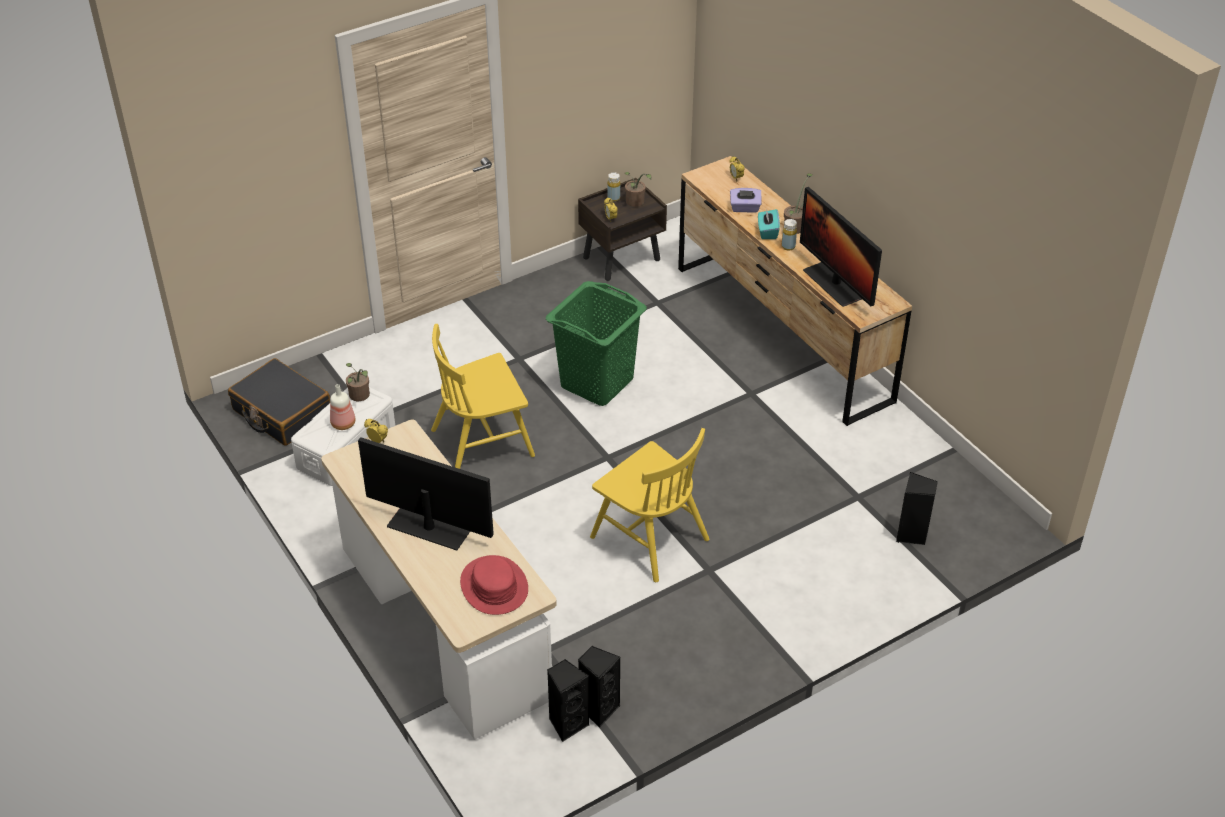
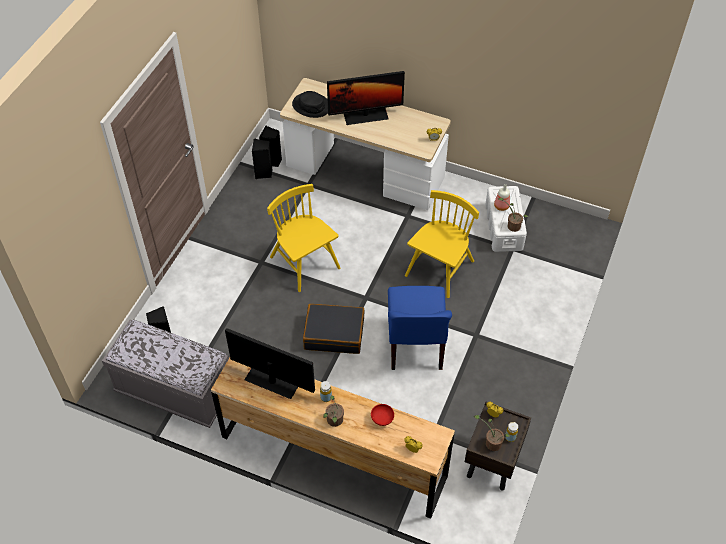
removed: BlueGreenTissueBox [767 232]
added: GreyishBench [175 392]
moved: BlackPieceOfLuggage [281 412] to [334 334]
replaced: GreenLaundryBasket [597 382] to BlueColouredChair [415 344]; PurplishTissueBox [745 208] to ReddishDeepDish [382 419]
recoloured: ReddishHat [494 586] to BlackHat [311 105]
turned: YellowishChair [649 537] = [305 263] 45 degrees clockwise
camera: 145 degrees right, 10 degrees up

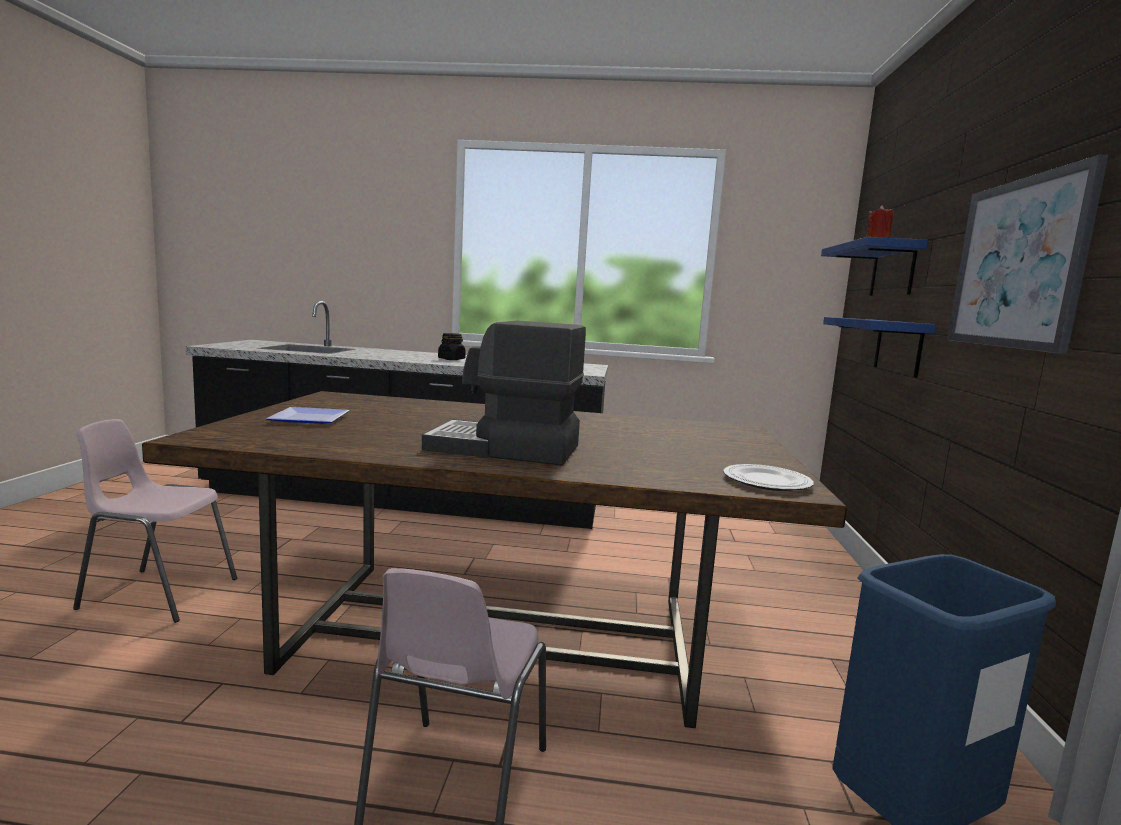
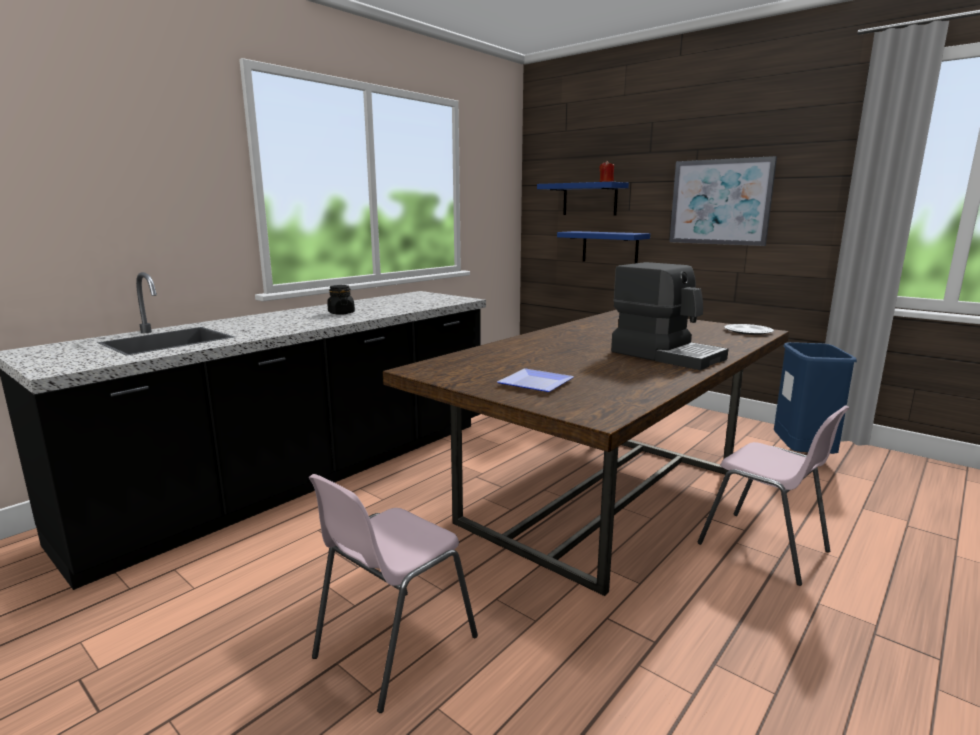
turned: CoffeeMaker [504 449] = [666 355] 90 degrees counterclockwise
camera: 55 degrees left, 5 degrees up

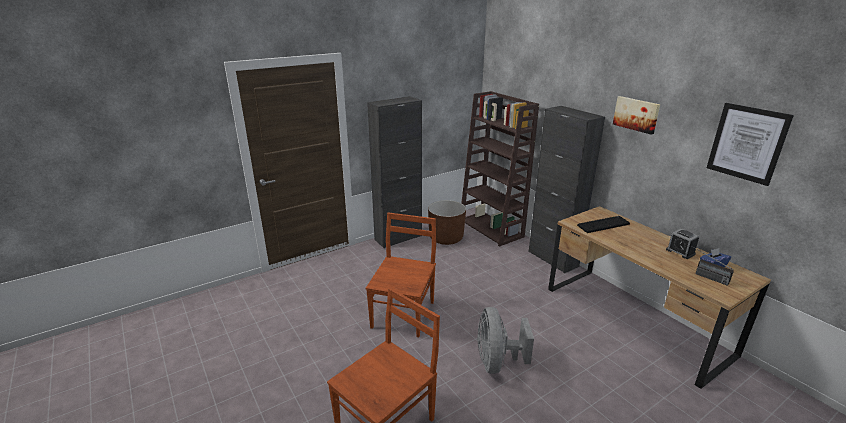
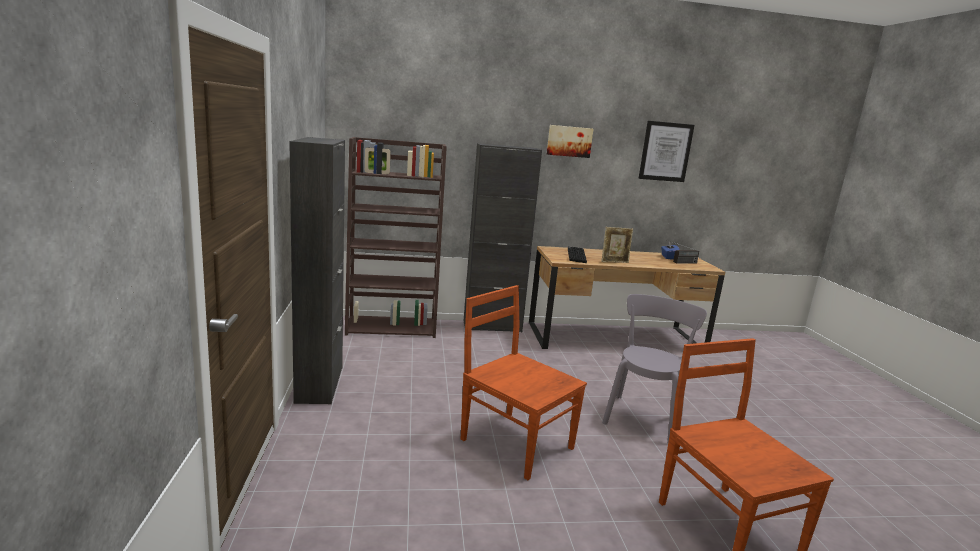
removed: BrownPlantPot [446 238]; BedsideClock [680 252]
added: PhotoFrame [614 262]
replaced: GreyishCoolingFan [497 362] to GreyishChair [643 417]
camera: 65 degrees left, 10 degrees down

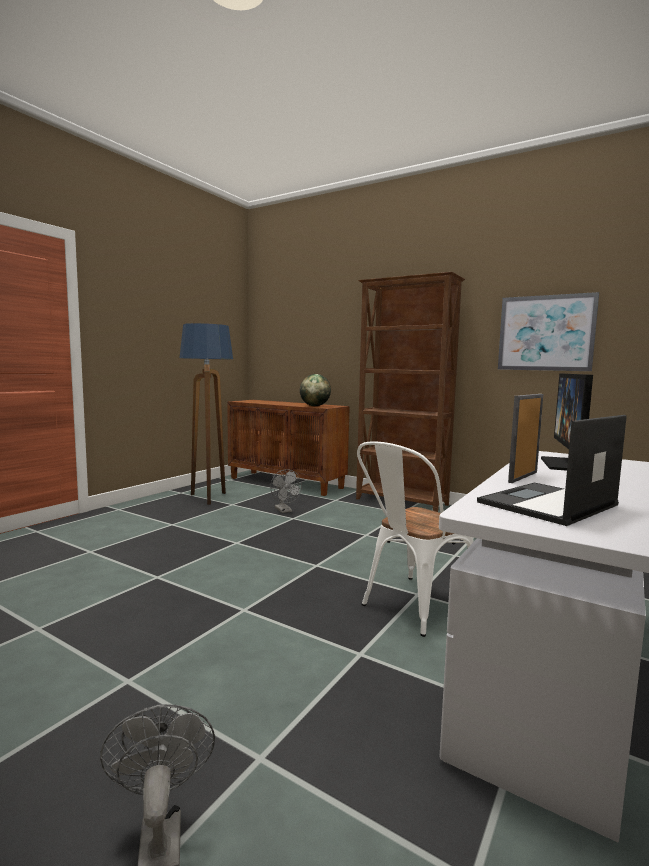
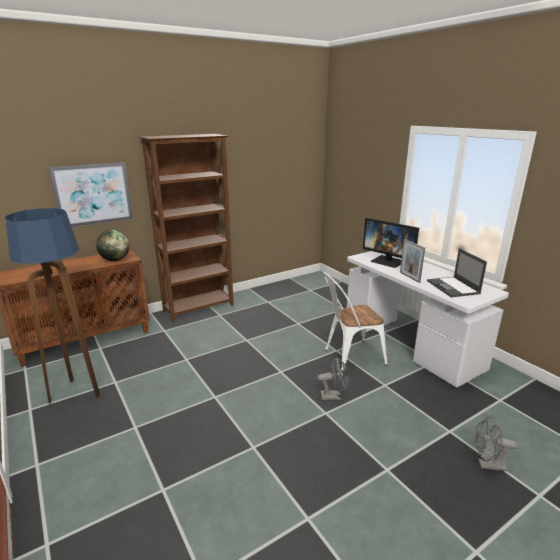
moved: GreyishCoolingFan [285 511] to [334 396]; WallArt [545 333] to [93 194]
turned: WhitishChair [412 607] = [349 357] 90 degrees clockwise
camera: 65 degrees left, 15 degrees up

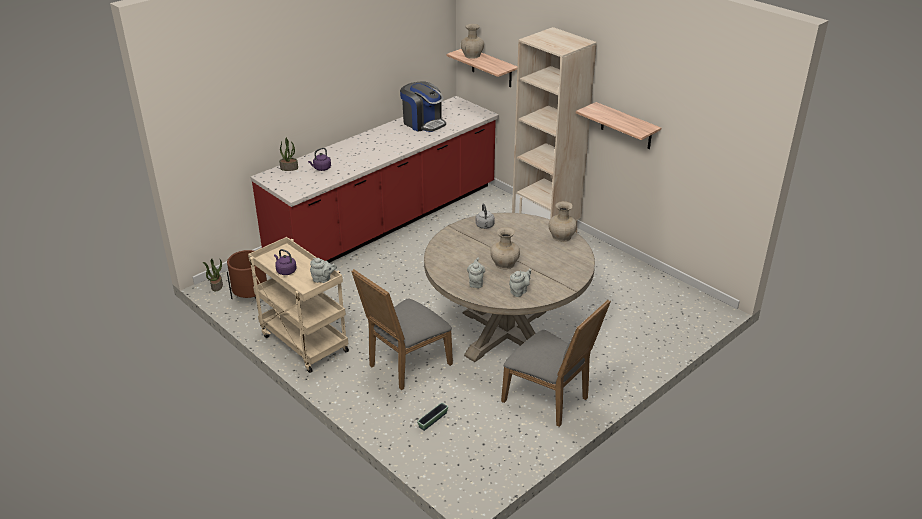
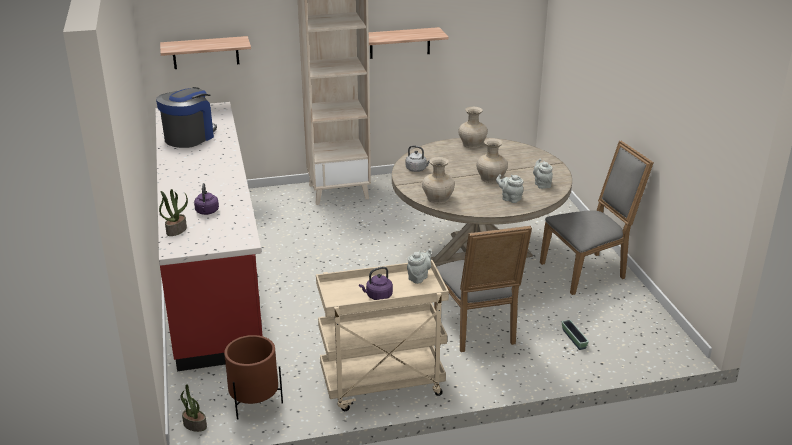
moved: SandColouredFlowerVase [472 55] to [438 199]
turned: CoffeeMaker [423 123] = [189 137] 45 degrees counterclockwise
camera: 60 degrees left, 5 degrees down

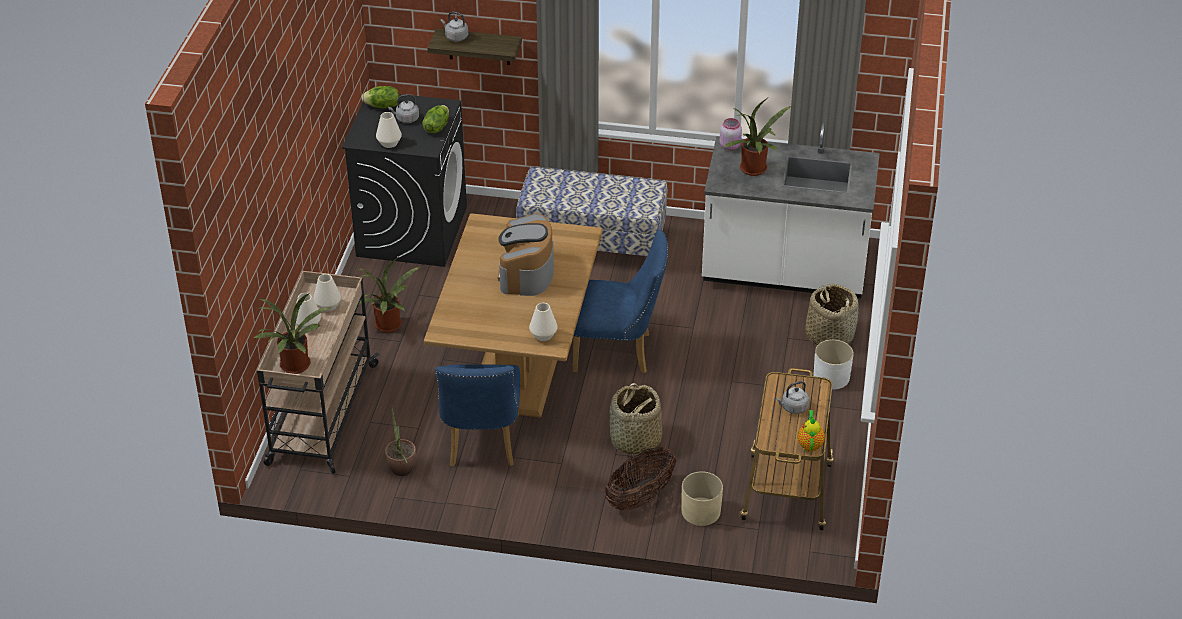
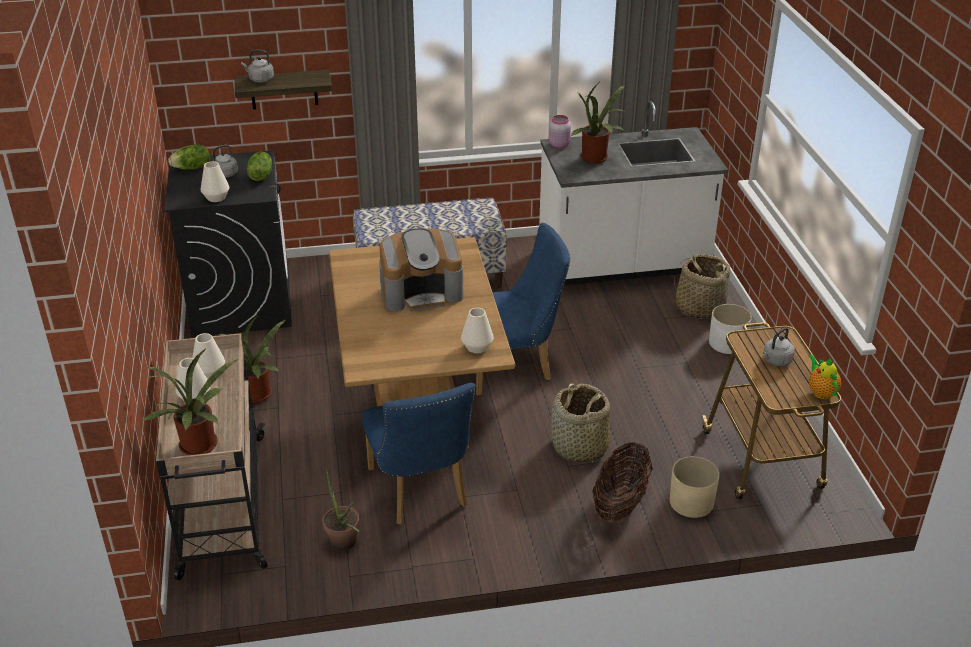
turned: CoffeeMaker [526 273] = [422 292] 90 degrees counterclockwise
camera: 20 degrees left, 5 degrees down

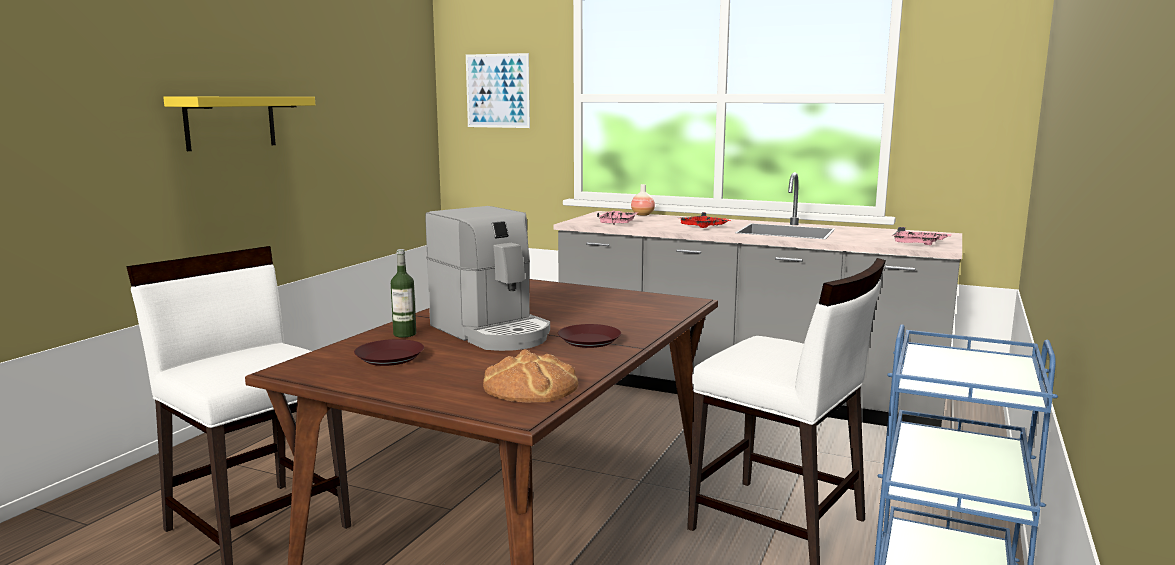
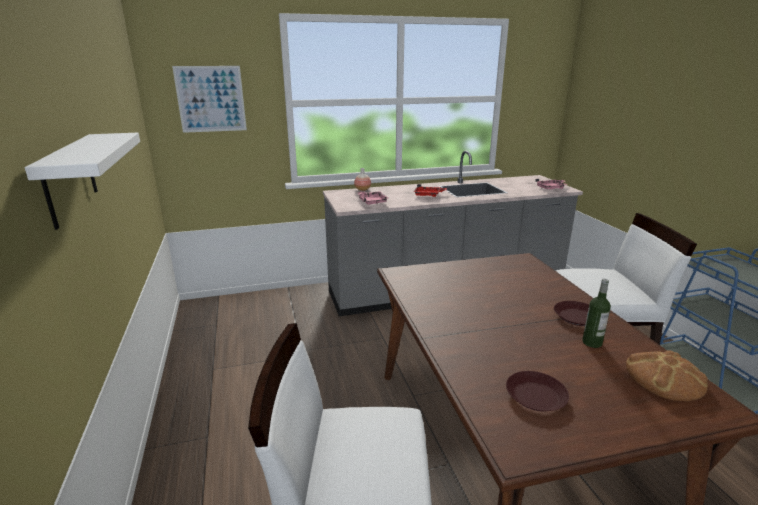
removed: CoffeeMaker [492 332]
moved: BeverageBottle [404 334] to [592 342]
recoloured: YellowishBracketShelf [230 122] to WhitishBracketShelf [70 178]
camera: 40 degrees left, 10 degrees up

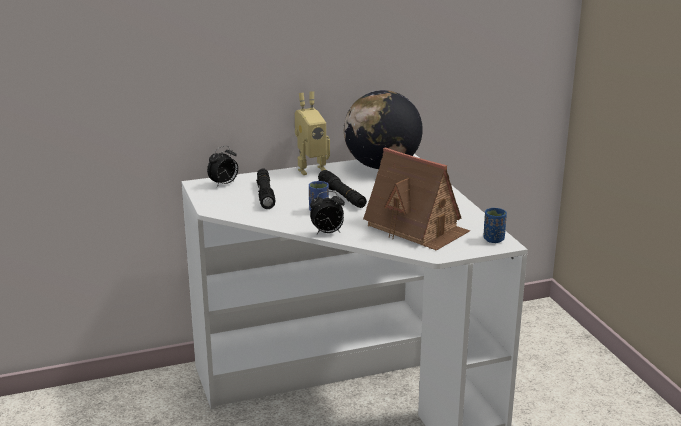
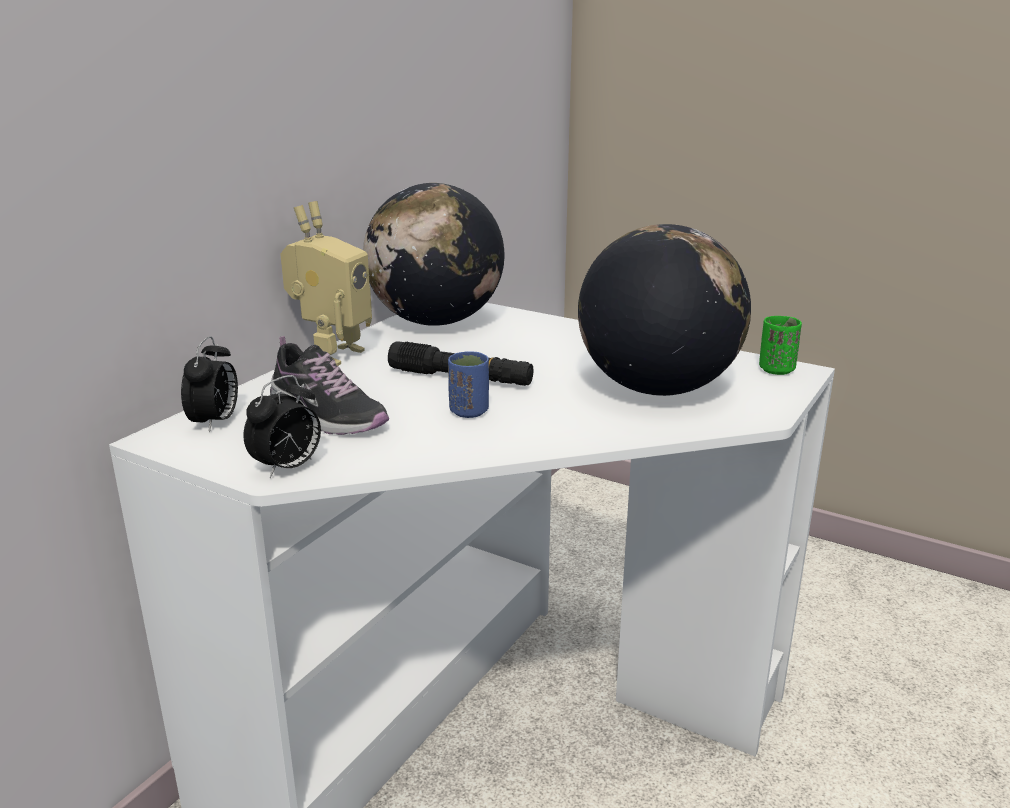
moved: BedsideClock [327 233] to [287 468]
replaced: BlackFlashlight [265 194] to Shoe [327 415]; MiniatureHouse [416 228] to DeskGlobe [657 388]
recoloured: BlueColouredDrinkingCup [493 239] to GreenDrinkingCup [776 370]
camera: 40 degrees left, 0 degrees up

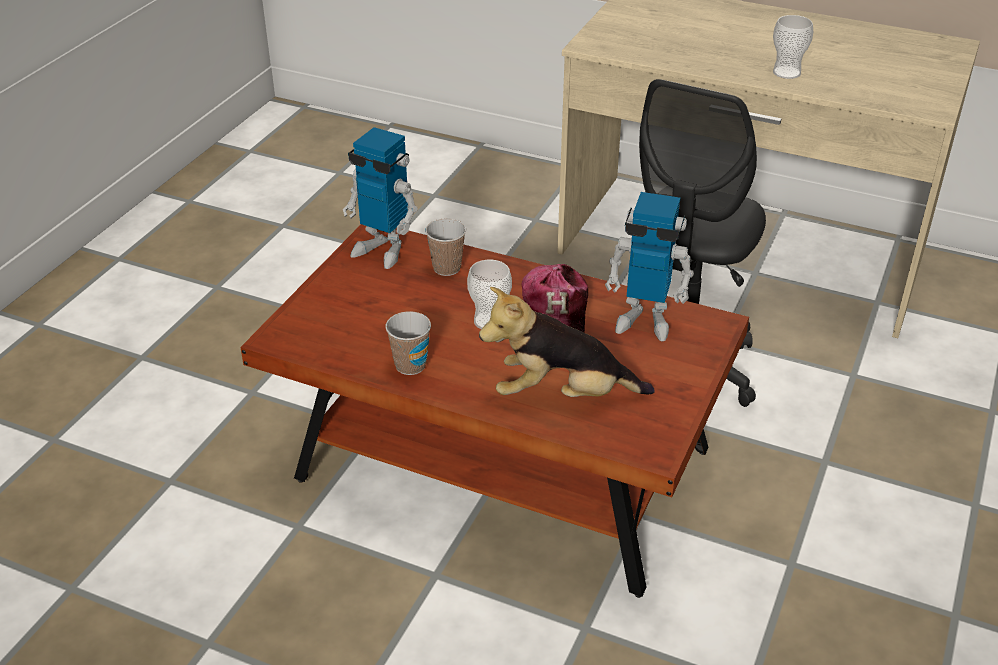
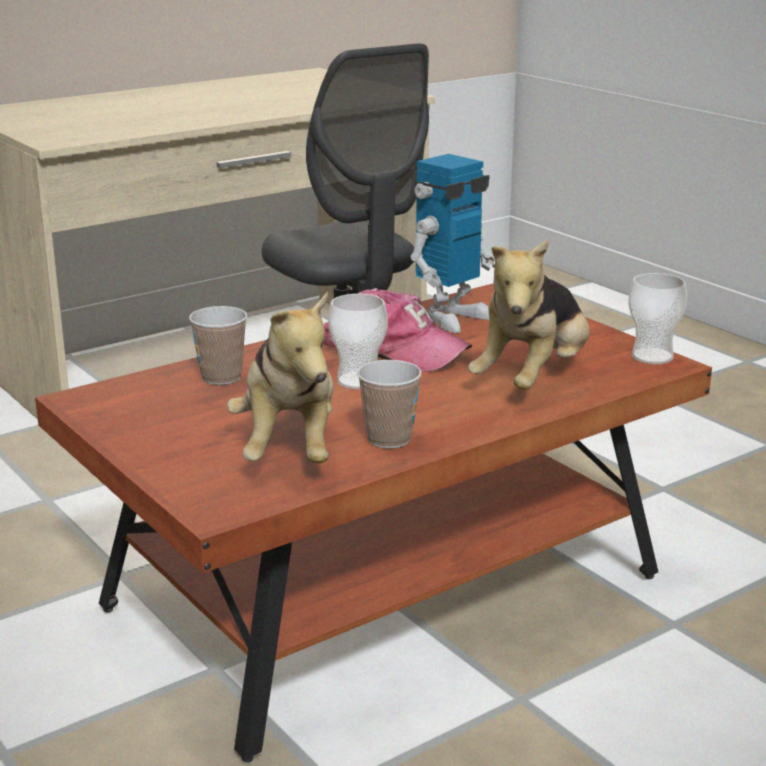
removed: ToyRobot [383 250]
added: CuddlyToy [290 448]
moved: DrinkingCup [786 72] to [652 356]
camera: 60 degrees left, 15 degrees down

